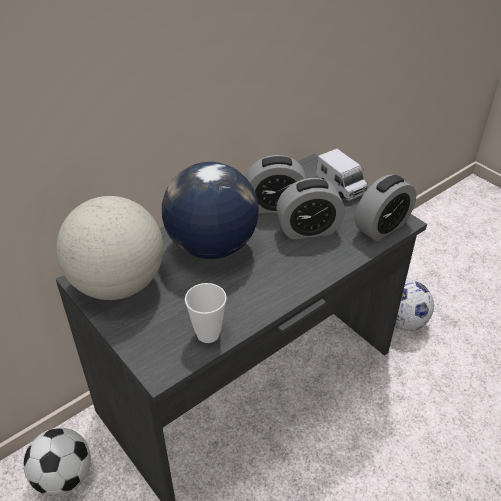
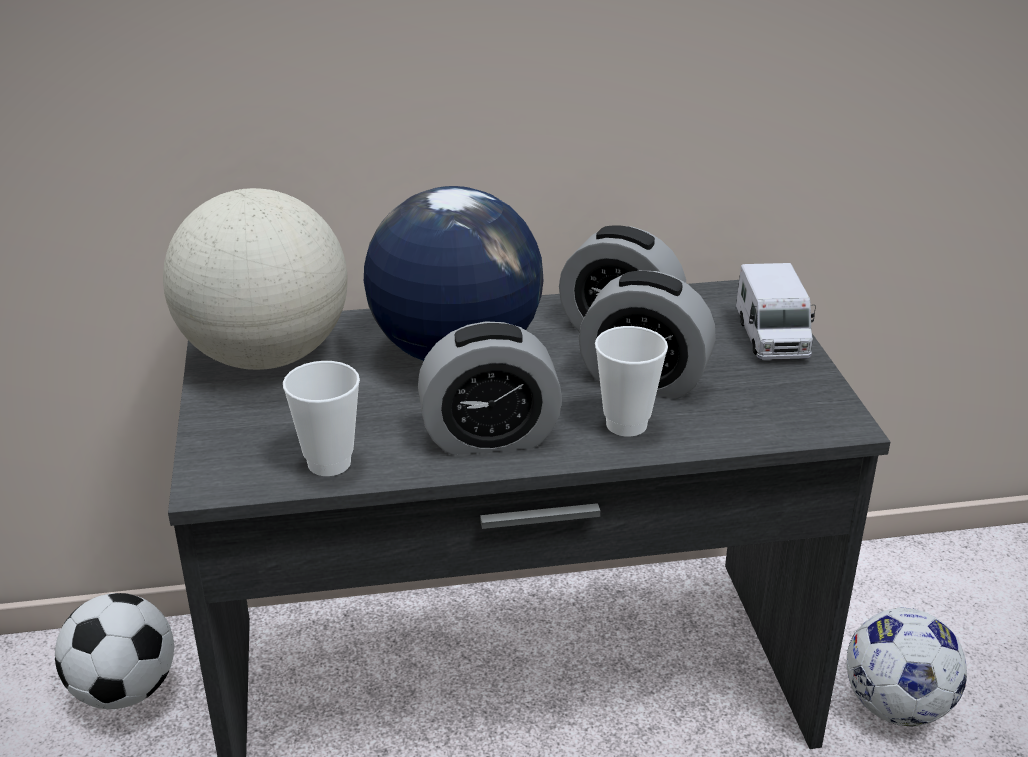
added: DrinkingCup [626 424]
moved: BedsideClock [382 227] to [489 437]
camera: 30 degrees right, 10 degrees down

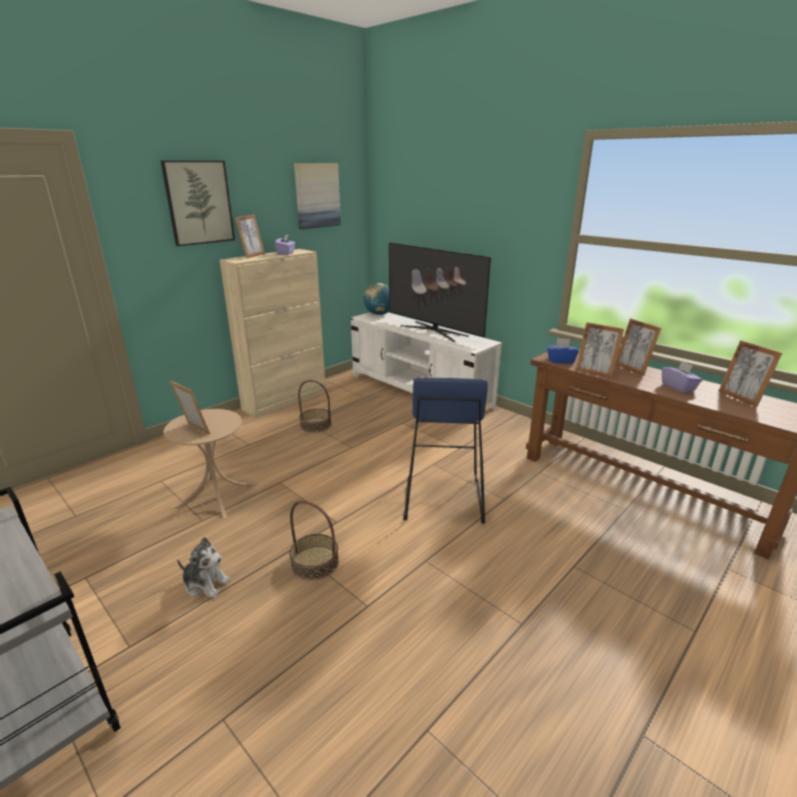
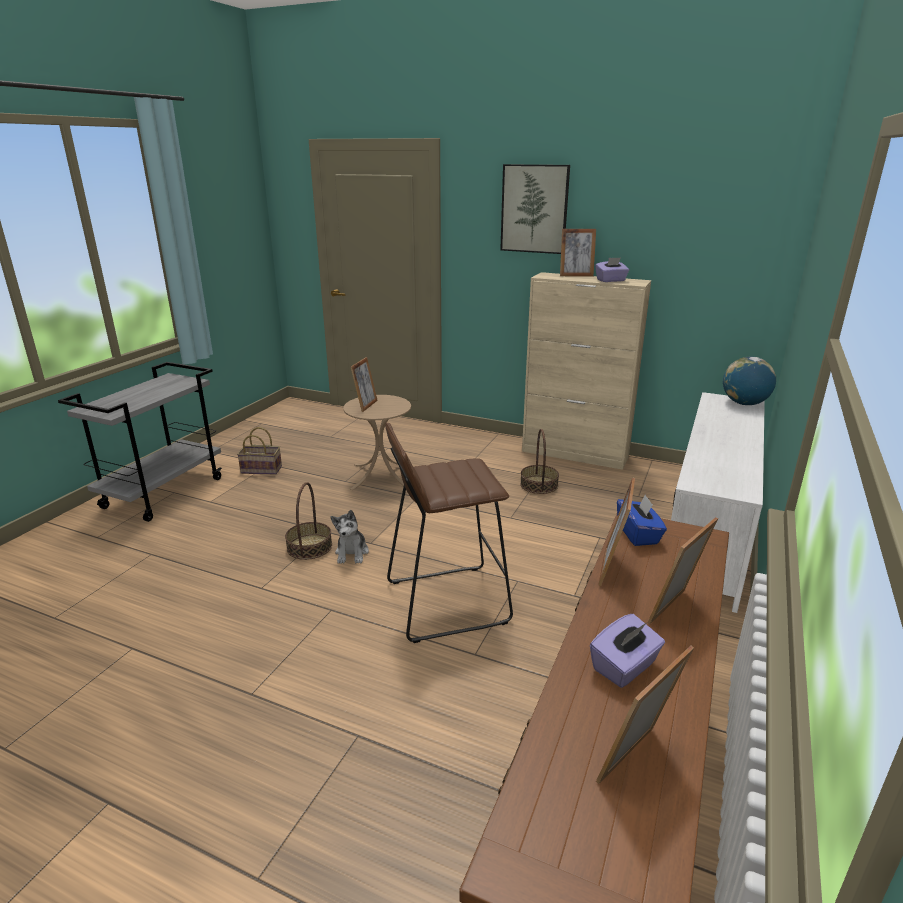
removed: WallArt [317 195]; Tv [433 331]
added: StorageBasket [262 469]
moved: CuddlyToy [206 584] to [352 553]
recoloured: BlueColouredStoolSeat [442 499] to BrownStoolSeat [445 602]
camera: 70 degrees right, 0 degrees up

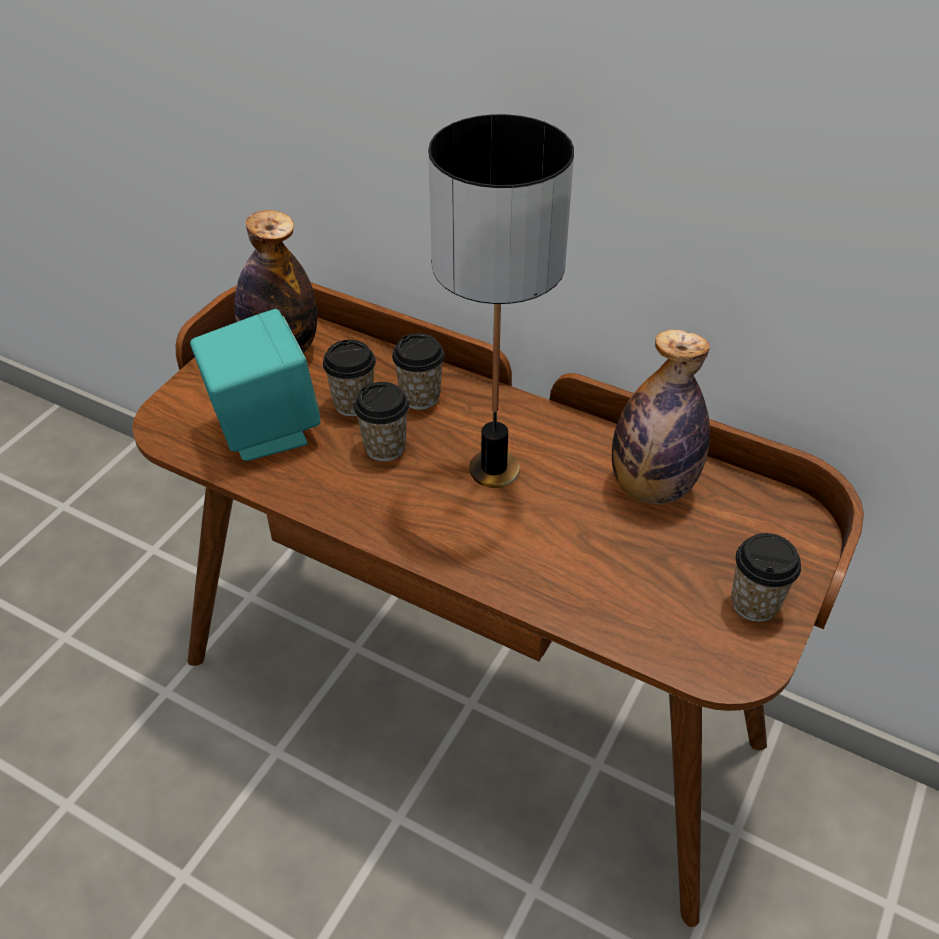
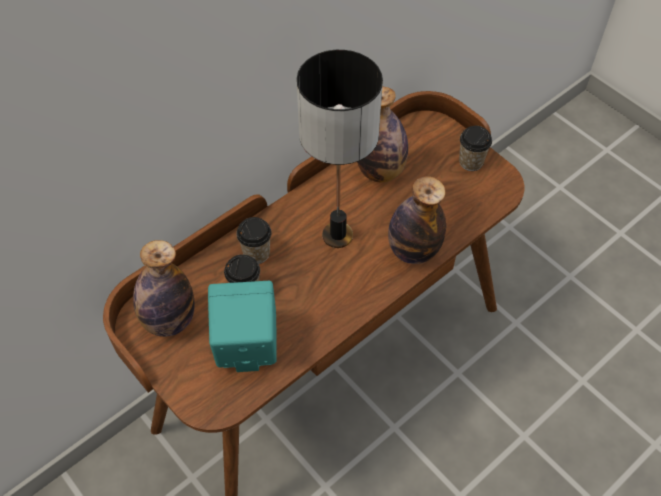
removed: DrinkingCup [384 447]
added: BeverageBottle [413 250]
camera: 70 degrees left, 10 degrees up

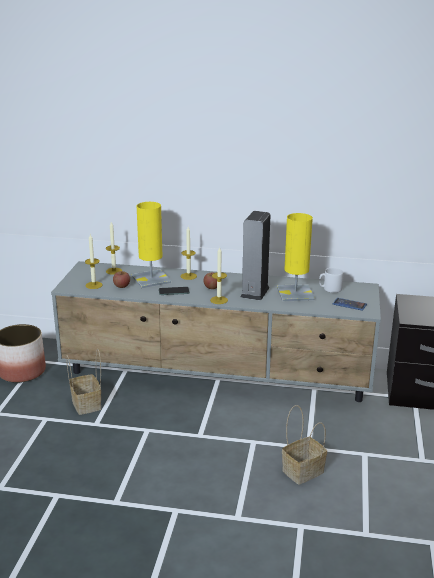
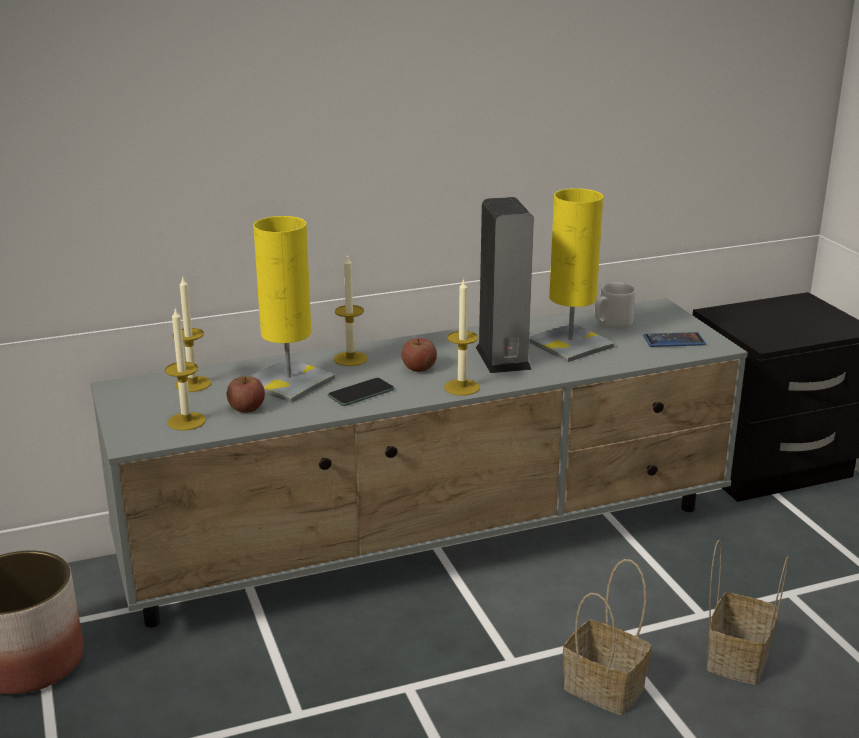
moved: StorageBasket [87 405] to [607 688]
camera: 30 degrees left, 0 degrees up

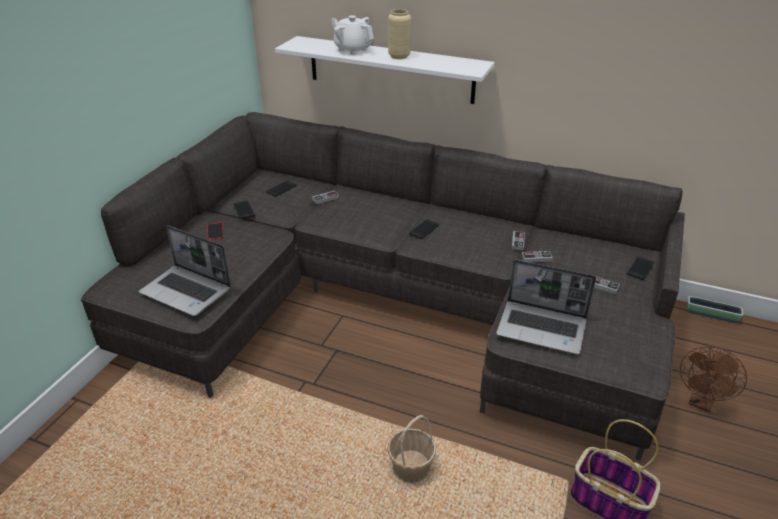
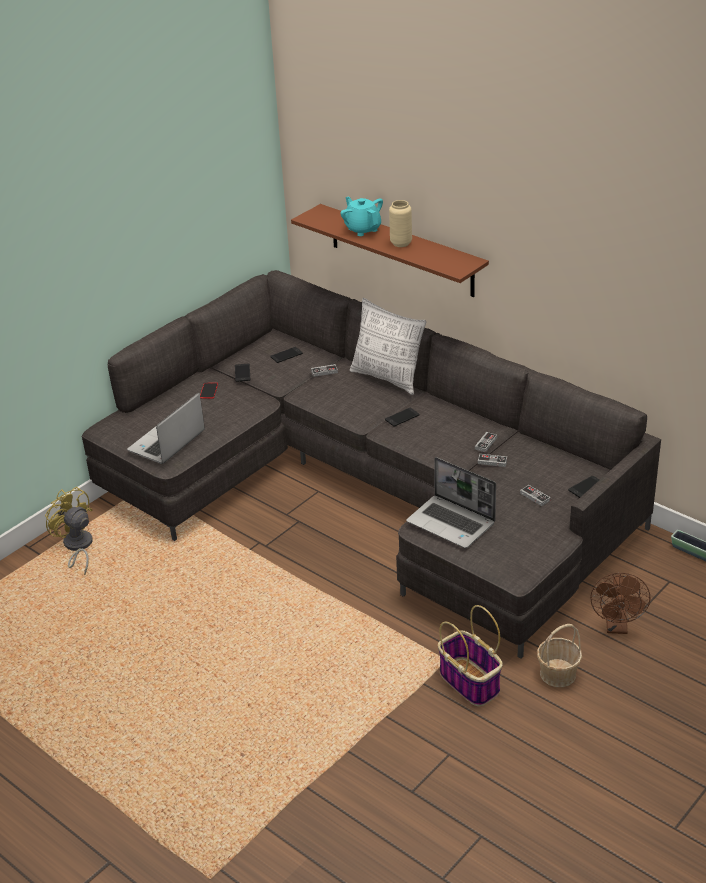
added: YellowishCoolingFan [77 547]; Pillow [388 378]
moved: StorageBasket [410 467] to [557 674]
recoloured: WhitishBracketShelf [390 69] to BrownBracketShelf [401 250]; WhitishPotForTea [353 49] to BlueGreenPotForTea [362 229]
turned: Laptop [187 291] = [167 443] 75 degrees clockwise; BrownCoolingFan [701 402] = [617 626] 45 degrees counterclockwise
camera: 20 degrees right, 0 degrees up

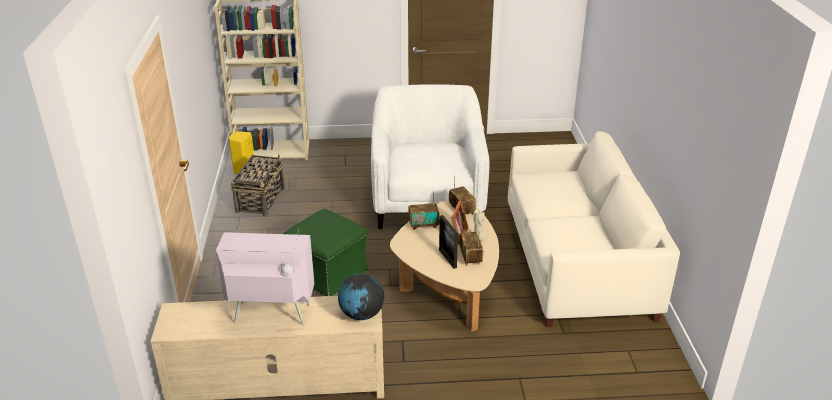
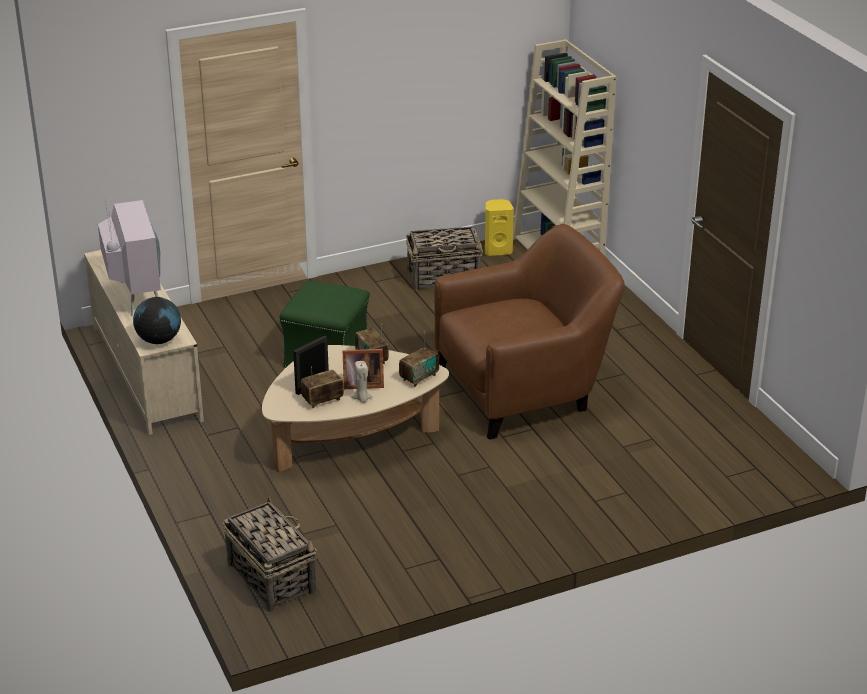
removed: WhitishCouch [578 263]
added: StorageBasket [271 577]
recoloured: WhitishEasyChair [427 200] to BrownEasyChair [525 387]
camera: 70 degrees right, 0 degrees up

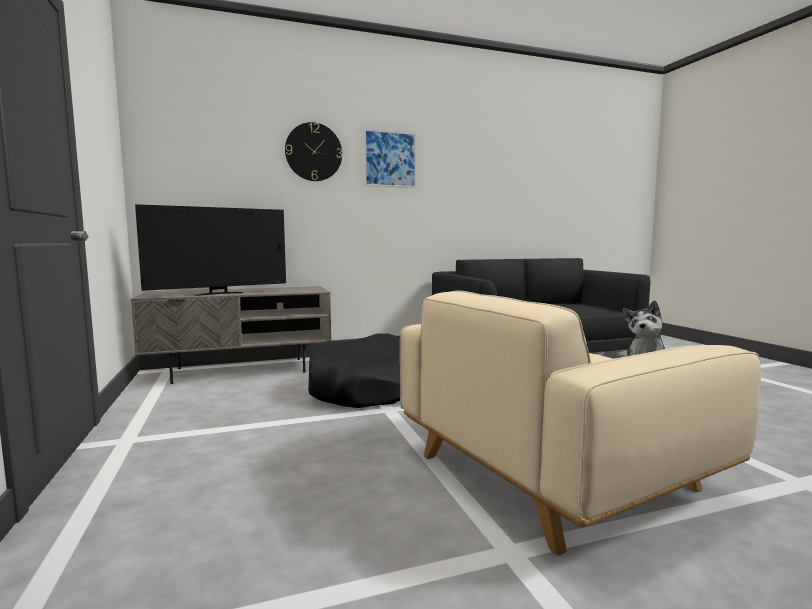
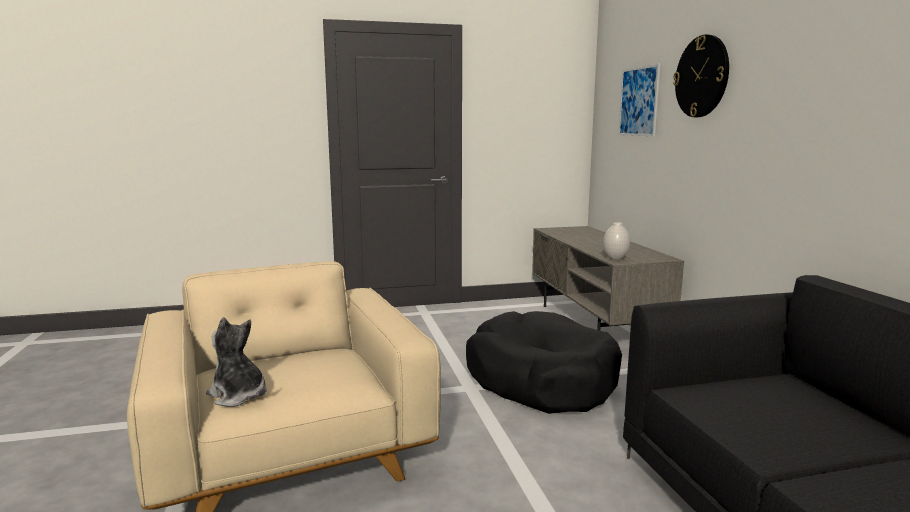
removed: Tv [219 293]
added: WhitishFlowerVase [615 258]
moved: WallArt [390 159] to [638 101]
camera: 95 degrees right, 5 degrees up

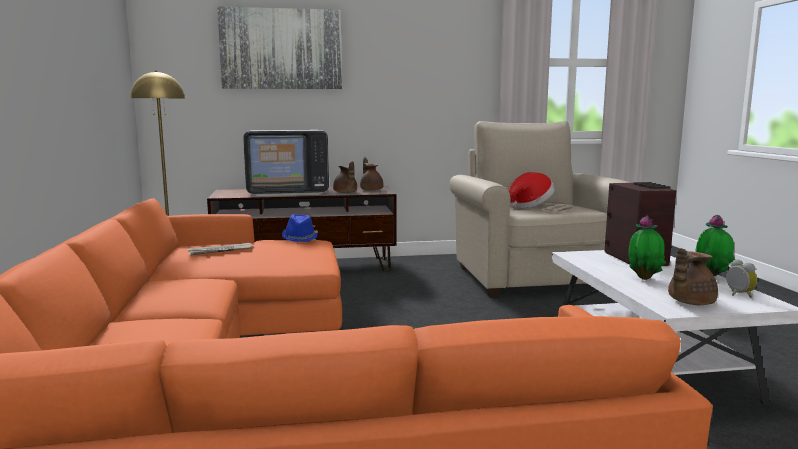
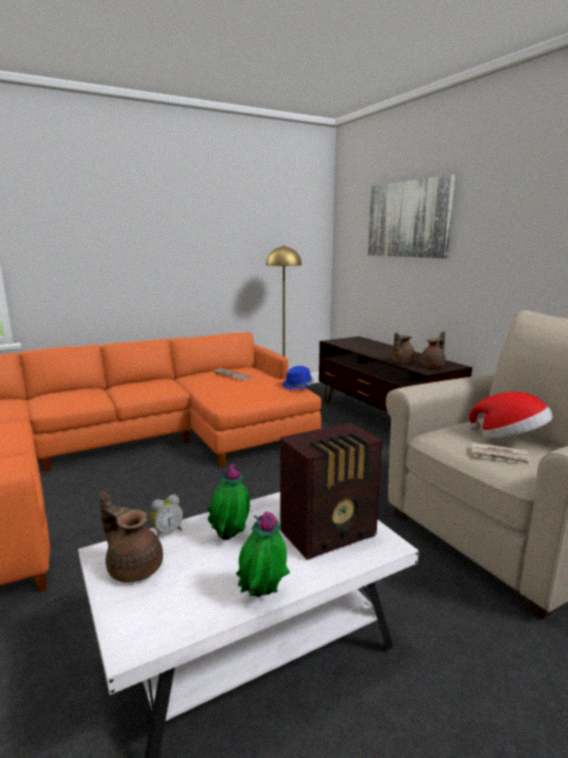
removed: Tv [288 192]
moved: BedsideClock [738 295] to [167 532]
camera: 70 degrees right, 5 degrees up

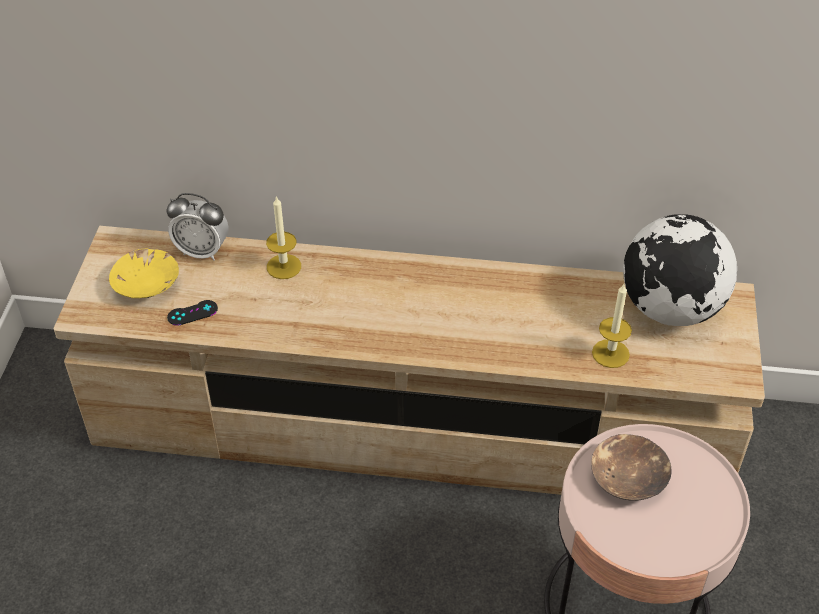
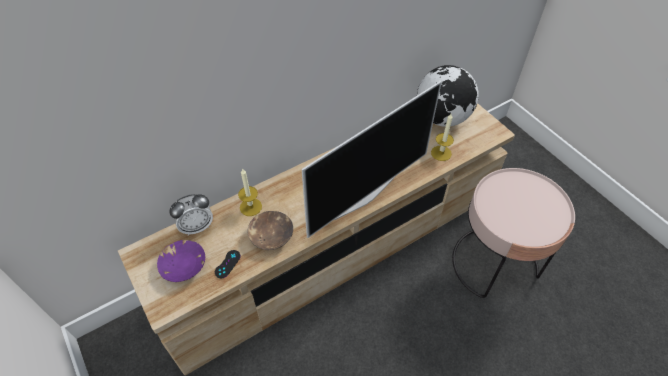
added: Tv [364 197]
moved: BrownDeepDish [628 476] to [271 235]
recoloured: YellowishDeepDish [147 284] to PurplishDeepDish [184 265]
camera: 40 degrees left, 5 degrees up

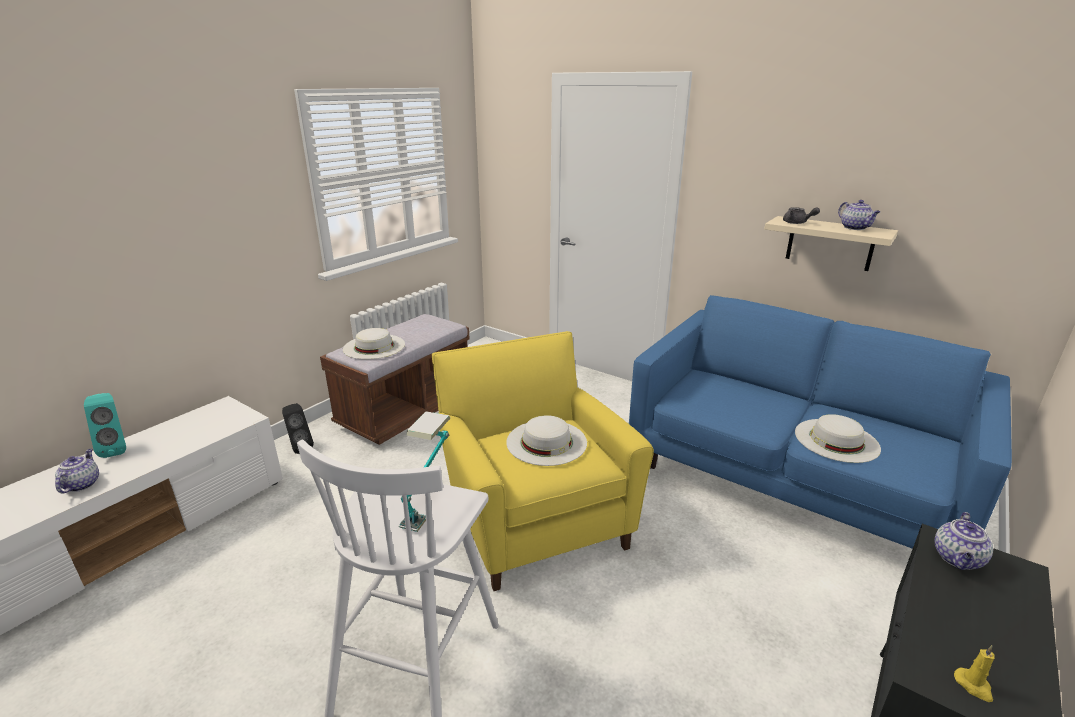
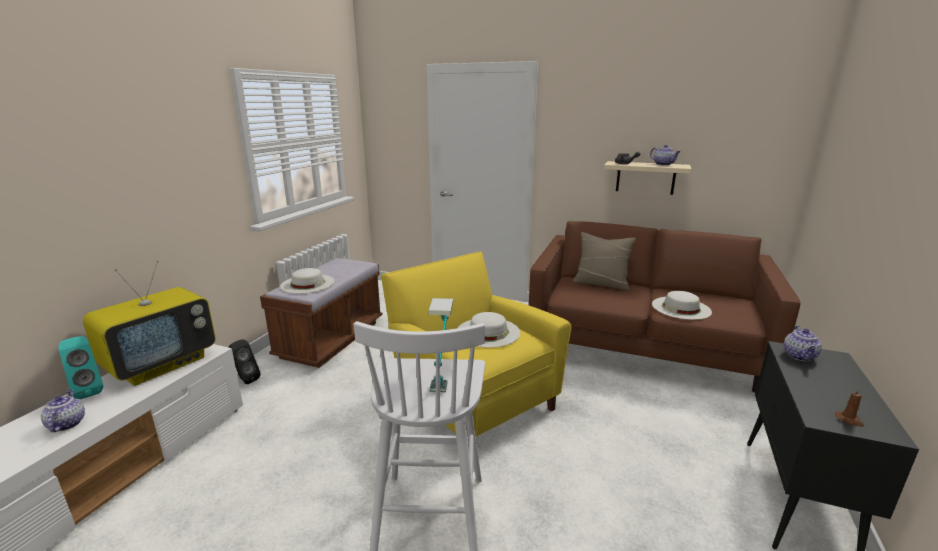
added: Tv [162 364]; SandColouredPillow [601 283]
recoloured: BlueColouredCouch [790 479] to BrownCouch [642 347]; YellowishCandle [974 686] to BrownCandle [849 420]
camera: 15 degrees left, 5 degrees down

